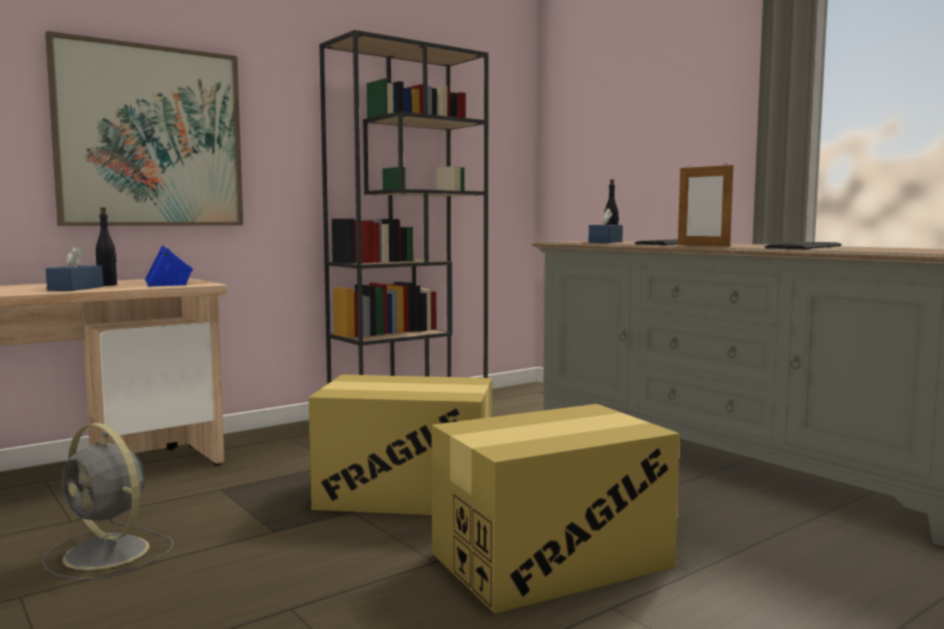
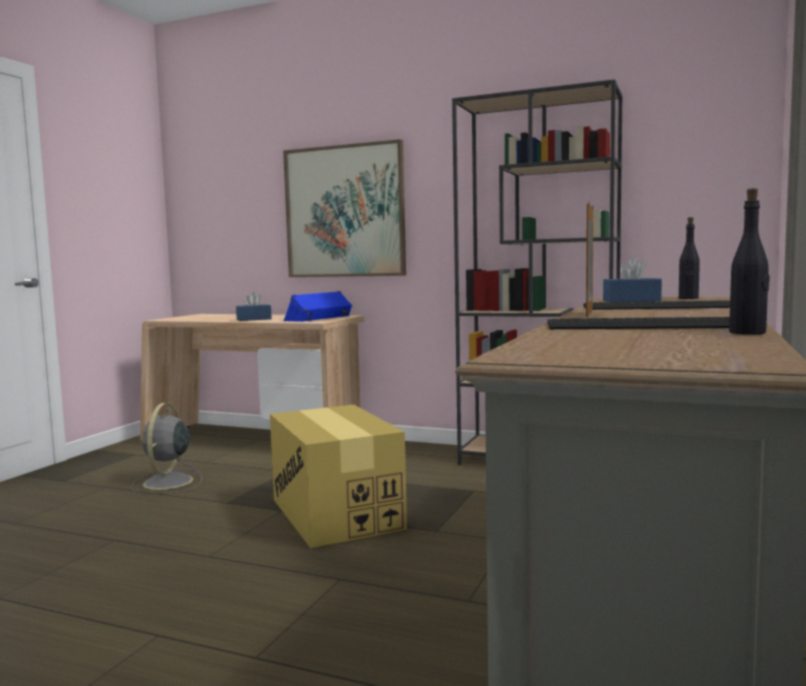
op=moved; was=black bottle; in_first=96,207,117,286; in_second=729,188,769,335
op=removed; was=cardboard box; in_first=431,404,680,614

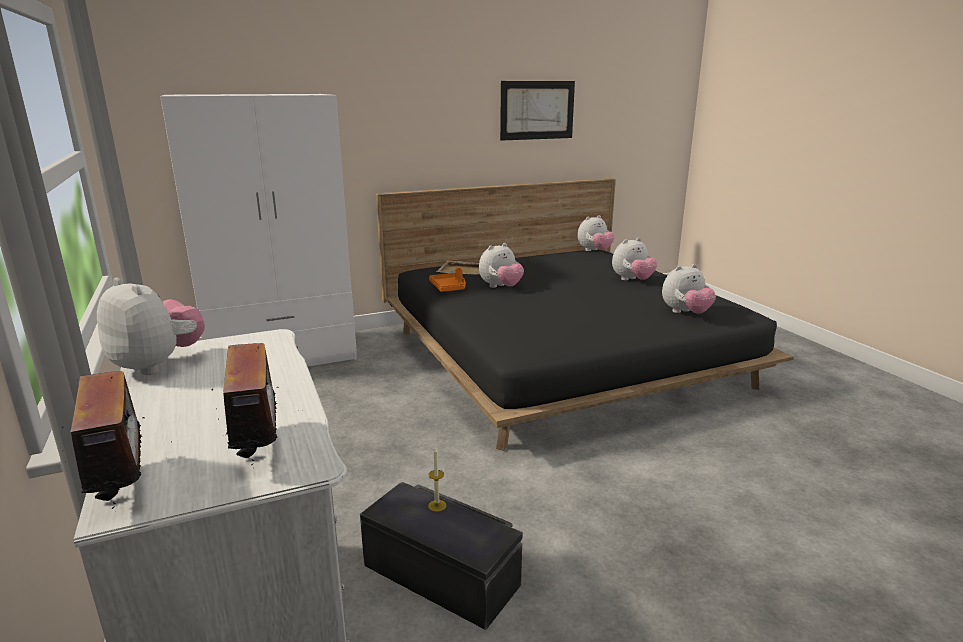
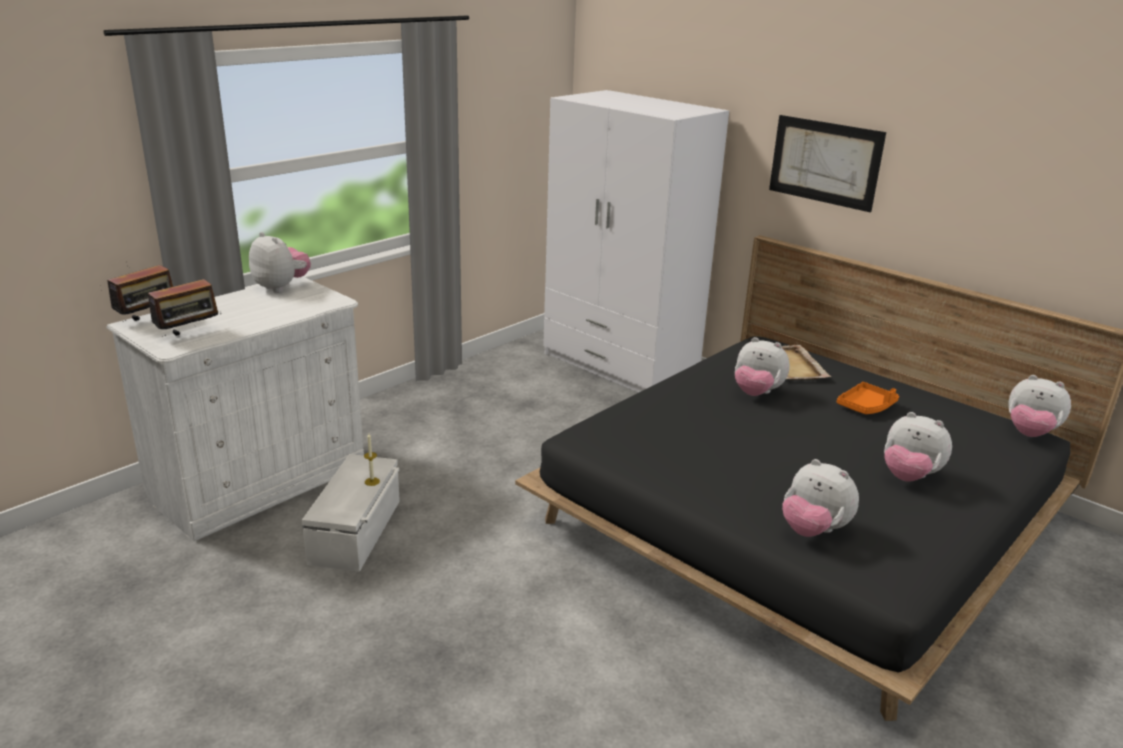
op=turned; was=plush toy; in_first=97,278,205,375; in_second=249,232,311,293; clockwise=-60
op=recoloured; was=black storage box; now=white storage box; in_first=360,482,523,630; in_second=302,454,400,572
op=moved; was=orange tray; in_first=429,268,466,292; in_second=837,382,899,414
op=moved; was=picture; in_first=500,81,575,141; in_second=769,115,886,212

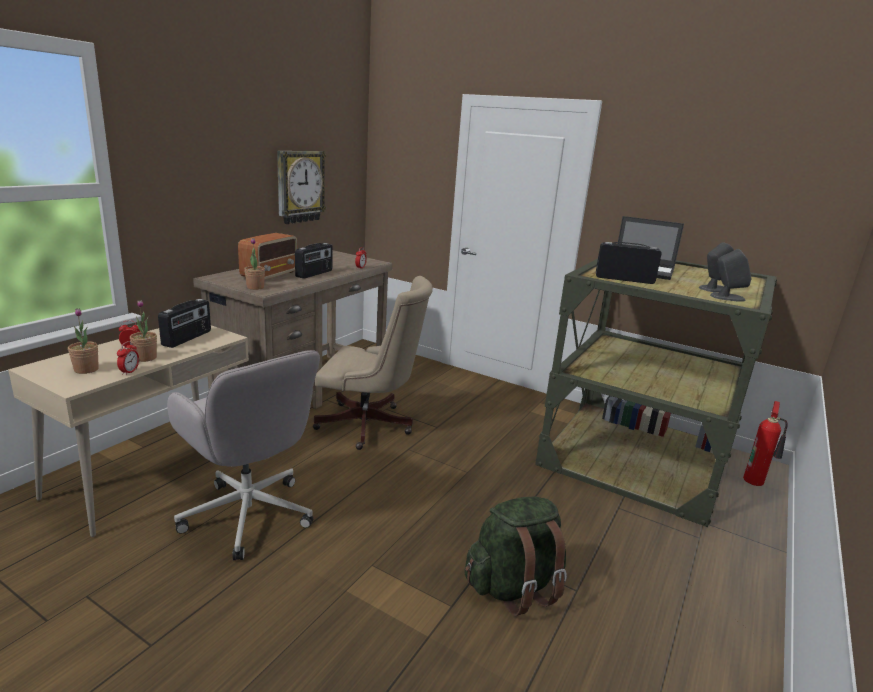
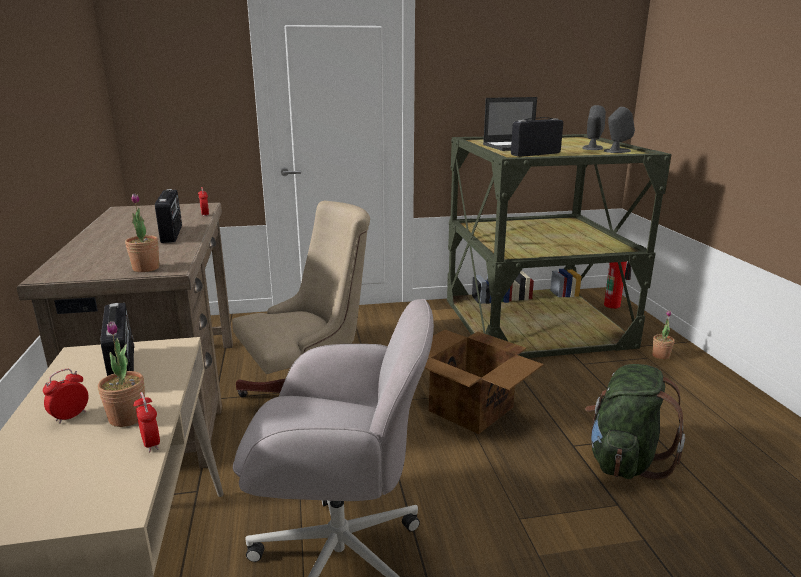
op=moved; was=potted plant; in_first=68,308,99,374; in_second=652,311,675,360
op=removed; was=radio; in_first=238,233,297,279
op=removed; was=wall clock; in_first=277,151,326,224
op=added; now=cardboard box; in_second=424,330,544,434

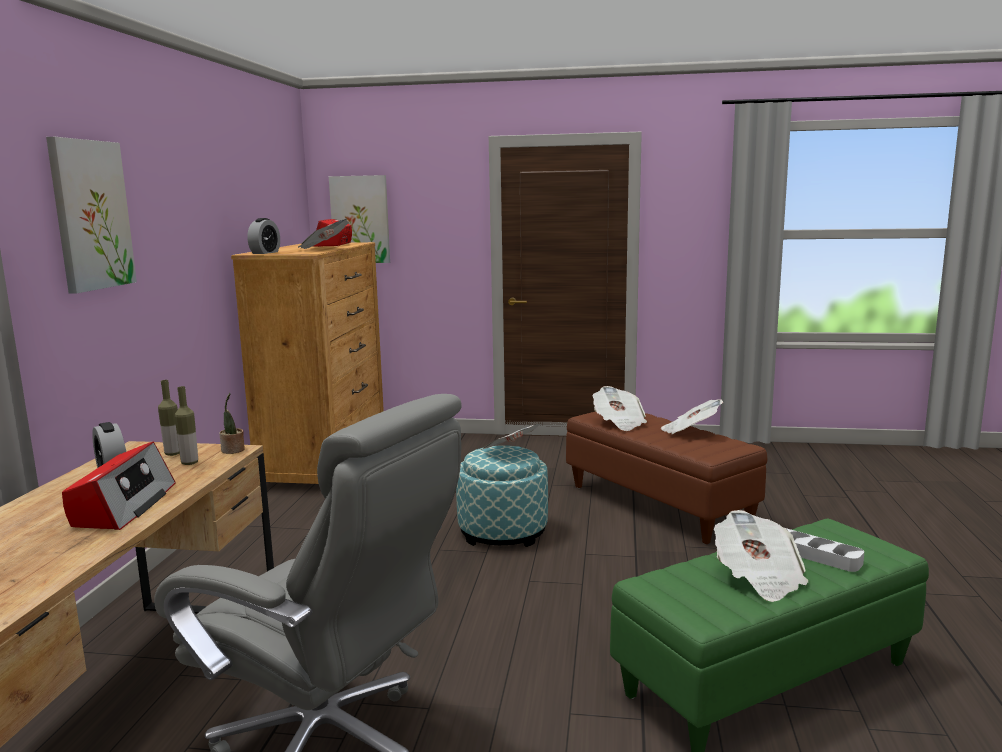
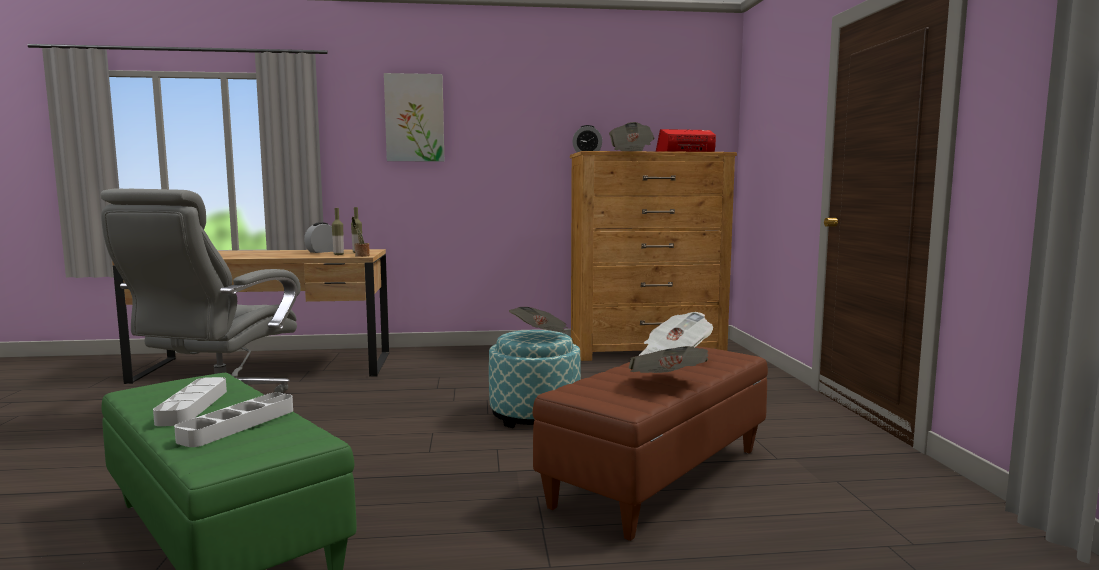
op=removed; was=radio; in_first=62,441,176,530
op=removed; was=picture; in_first=329,175,390,263
op=replaced; was=newspaper; now=grey tray; in_first=714,510,808,602; in_second=153,377,227,426

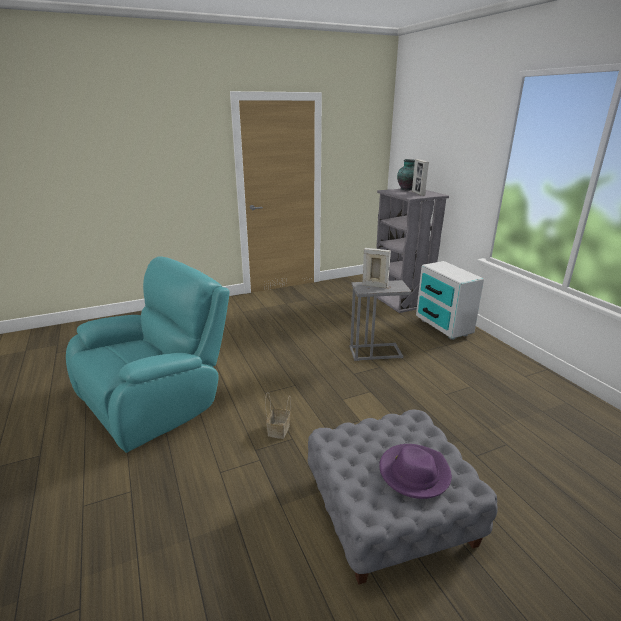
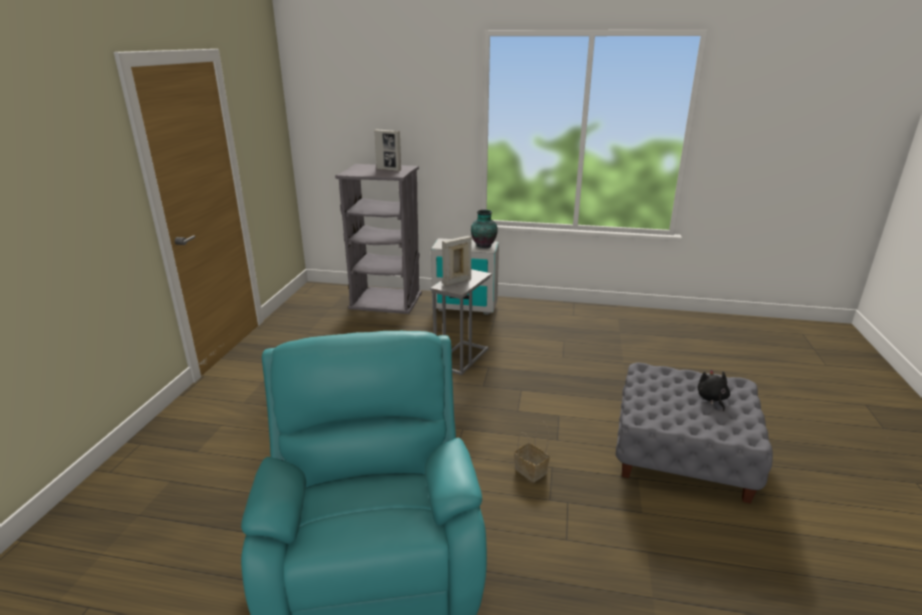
op=replaced; was=purple hat; now=black plush toy; in_first=379,444,452,499; in_second=698,370,730,411
op=moved; was=vase; in_first=397,159,415,191; in_second=471,210,498,248

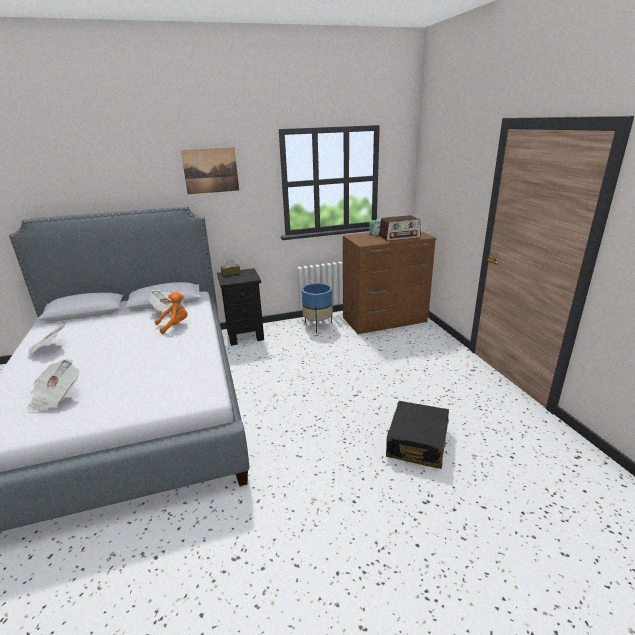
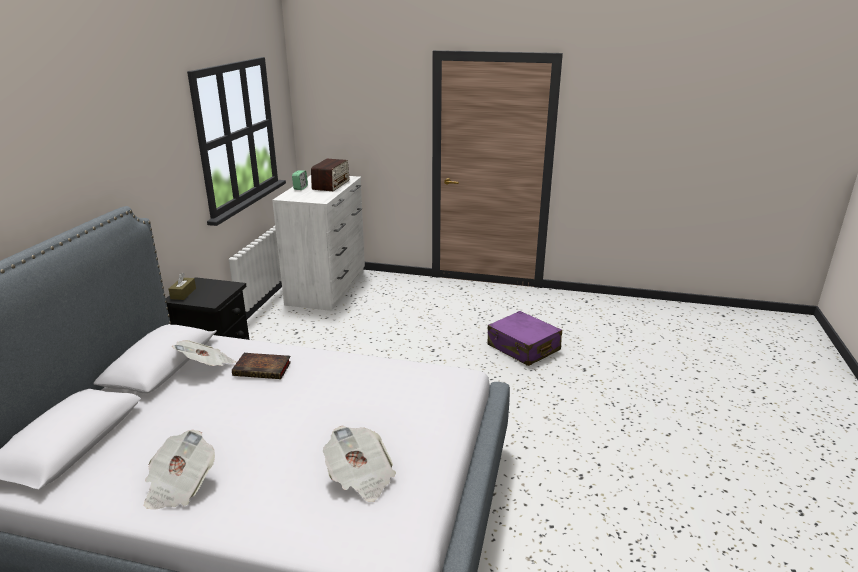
op=replaced; was=orange plush toy; now=book; in_first=155,292,187,334; in_second=232,353,291,379
op=removed; was=picture; in_first=181,147,239,194
op=removed; was=blue planter; in_first=301,283,333,333
op=recoloured; was=brown dresser; now=white dresser; in_first=343,231,436,334; in_second=272,175,365,311
op=recoloured; was=black suitcase; now=purple suitcase; in_first=386,401,449,469; in_second=488,311,562,366

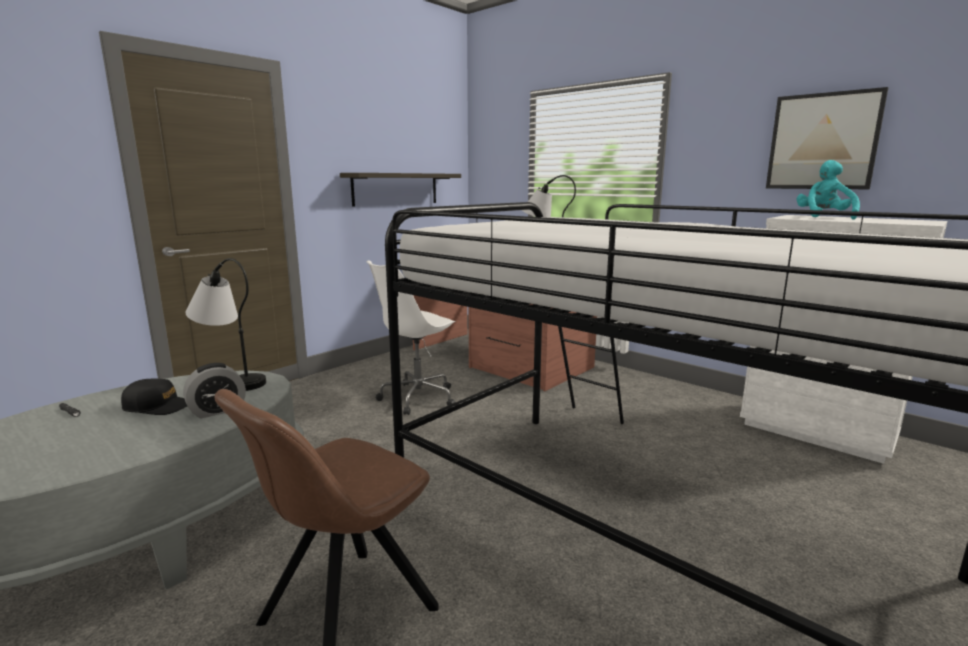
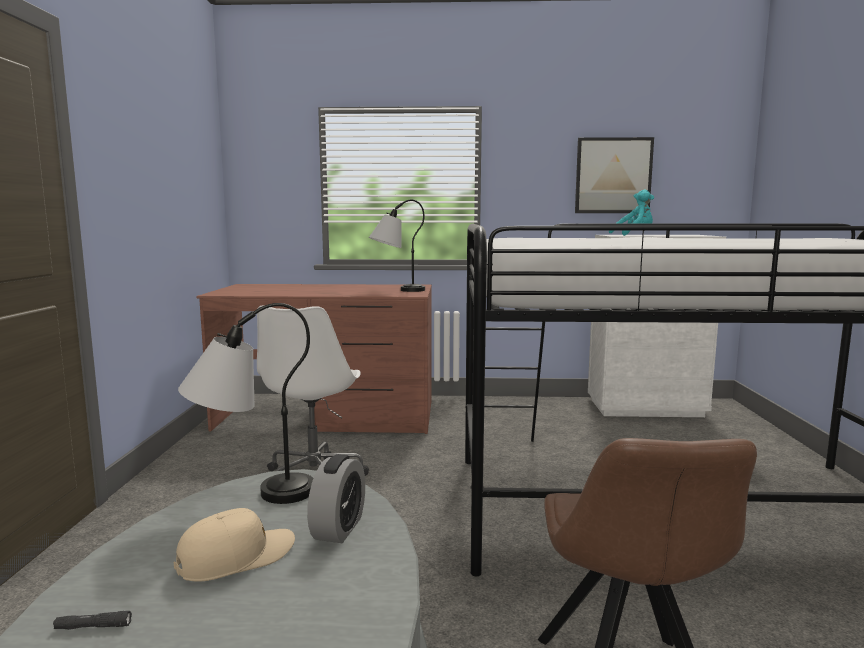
op=recoloured; was=black cap; now=beige cap; in_first=121,379,187,415; in_second=174,508,295,582
op=removed; was=shelf; in_first=340,173,461,206
op=turned; was=turquoise plush toy; in_first=797,160,860,220; in_second=609,190,654,236; clockwise=105

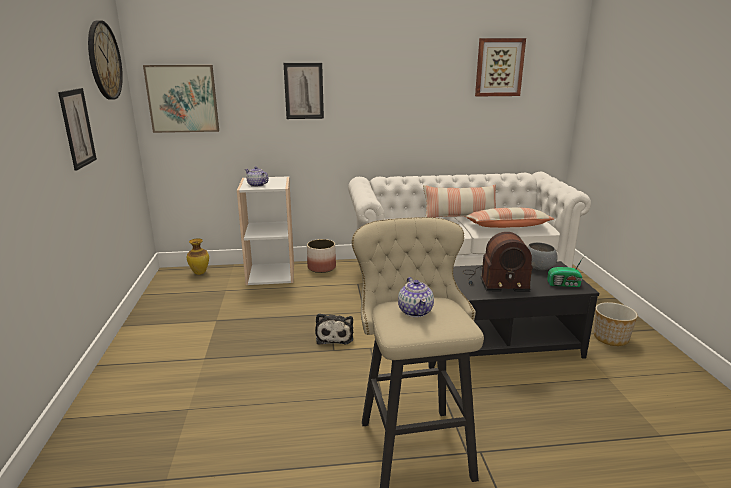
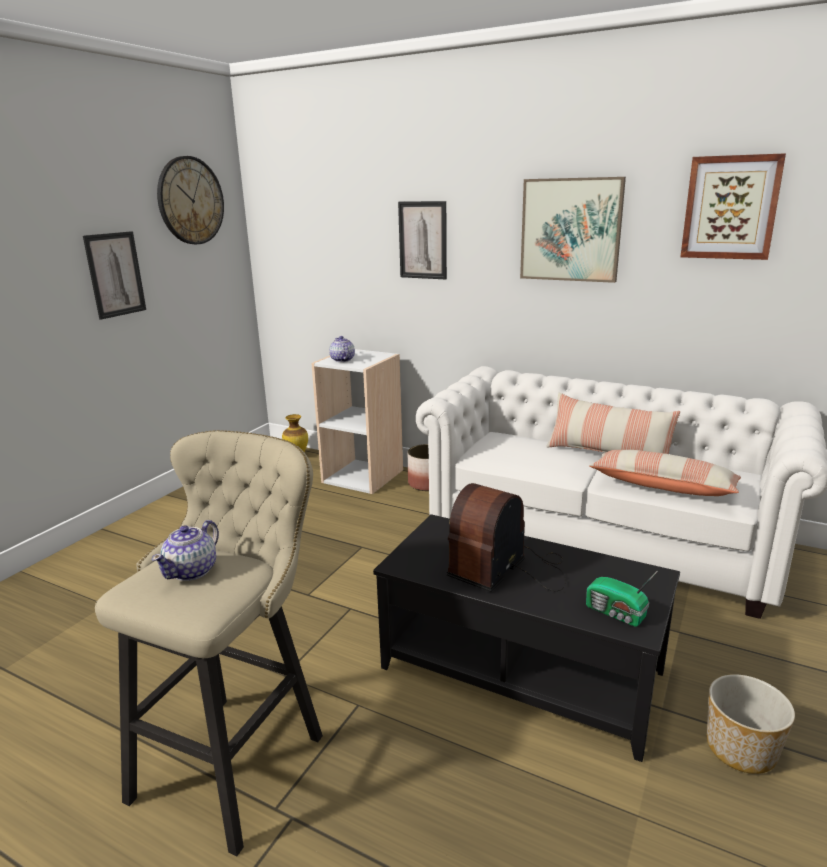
op=moved; was=picture; in_first=143,65,219,133; in_second=520,177,626,283
op=removed; was=plush toy; in_first=315,313,353,345
op=turned; was=radio; in_first=463,232,533,292; in_second=447,483,566,592; clockwise=90
op=removed; was=grey bowl; in_first=527,242,558,270

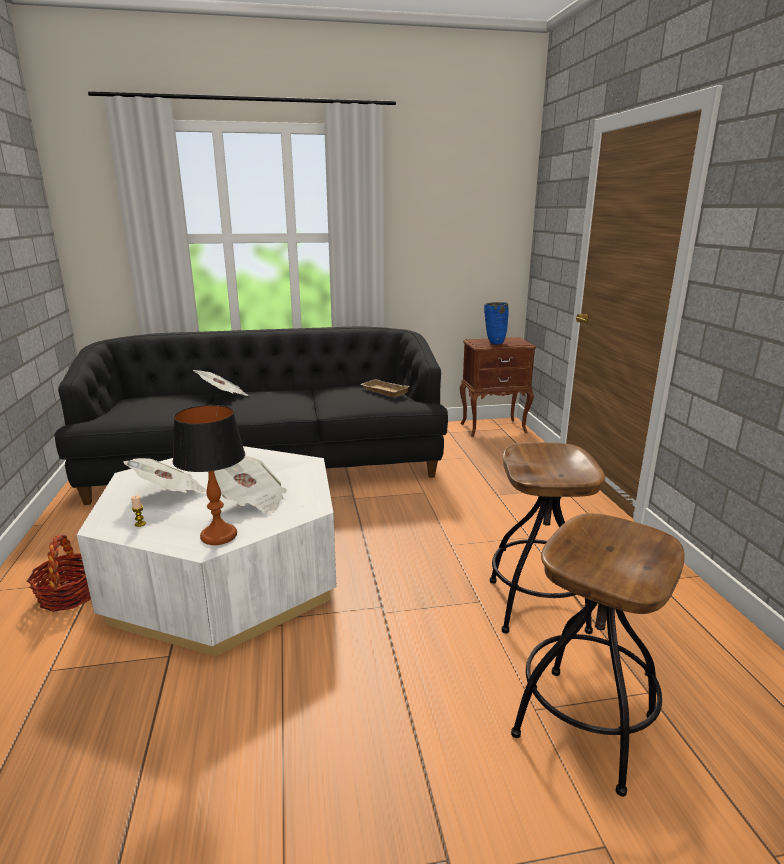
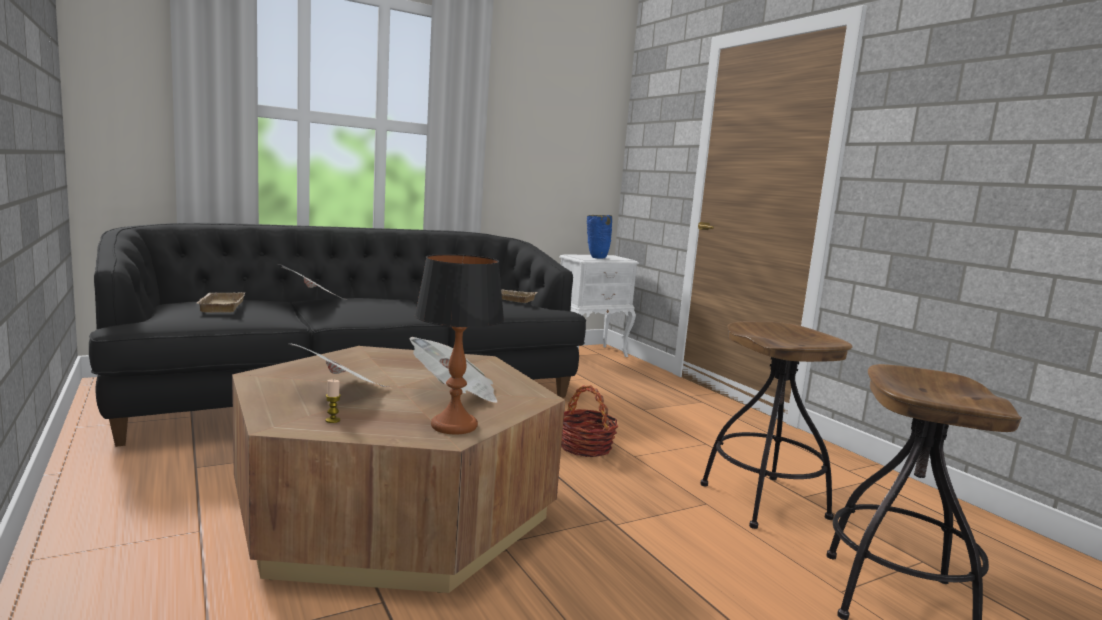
op=moved; was=basket; in_first=27,535,91,612; in_second=561,385,618,457
op=recoloured; was=white coffee table; now=brown coffee table; in_first=77,446,337,656; in_second=232,346,565,593
op=recoloured; was=brown nightstand; now=white nightstand; in_first=460,337,536,437; in_second=559,254,639,357
op=added; now=beige tray; in_second=195,292,245,313

